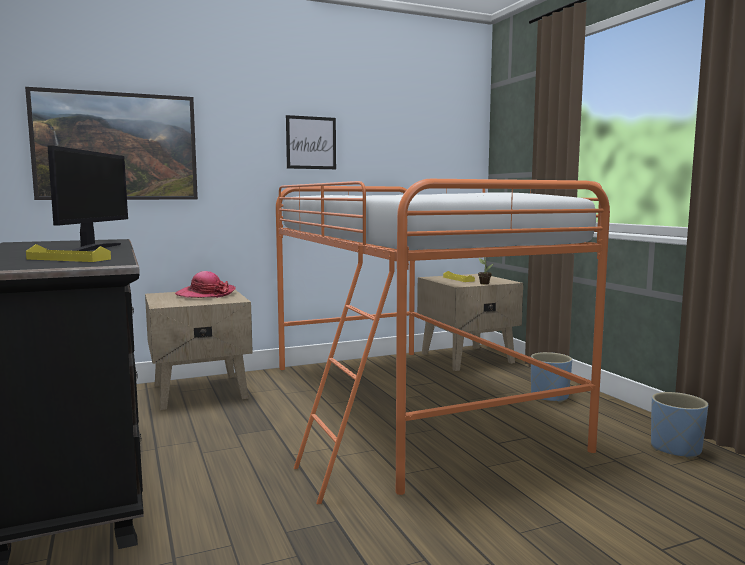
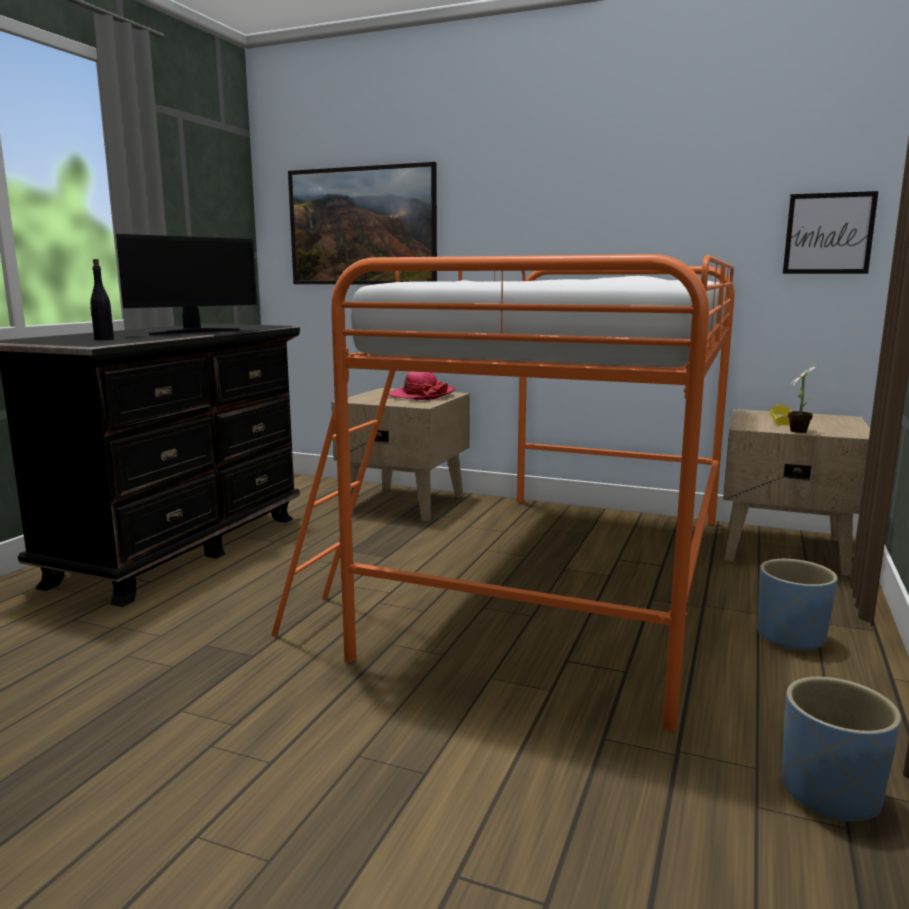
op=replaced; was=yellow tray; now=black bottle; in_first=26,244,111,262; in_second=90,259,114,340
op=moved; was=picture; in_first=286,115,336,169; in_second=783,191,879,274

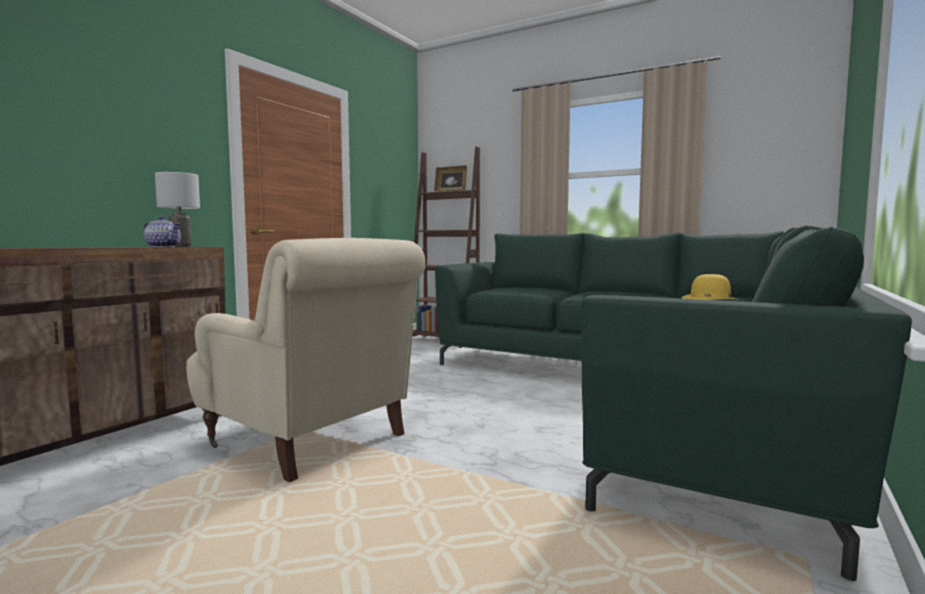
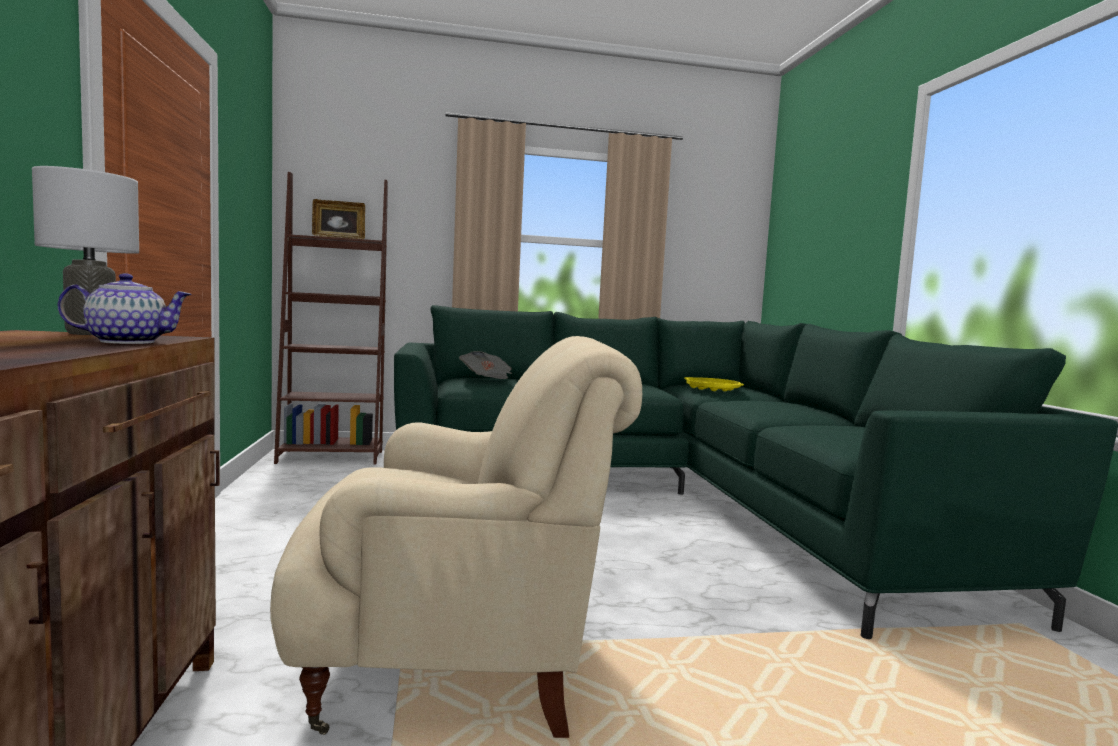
op=replaced; was=yellow hat; now=yellow tray; in_first=682,274,740,300; in_second=684,377,744,391
op=added; now=newspaper; in_second=459,351,512,379

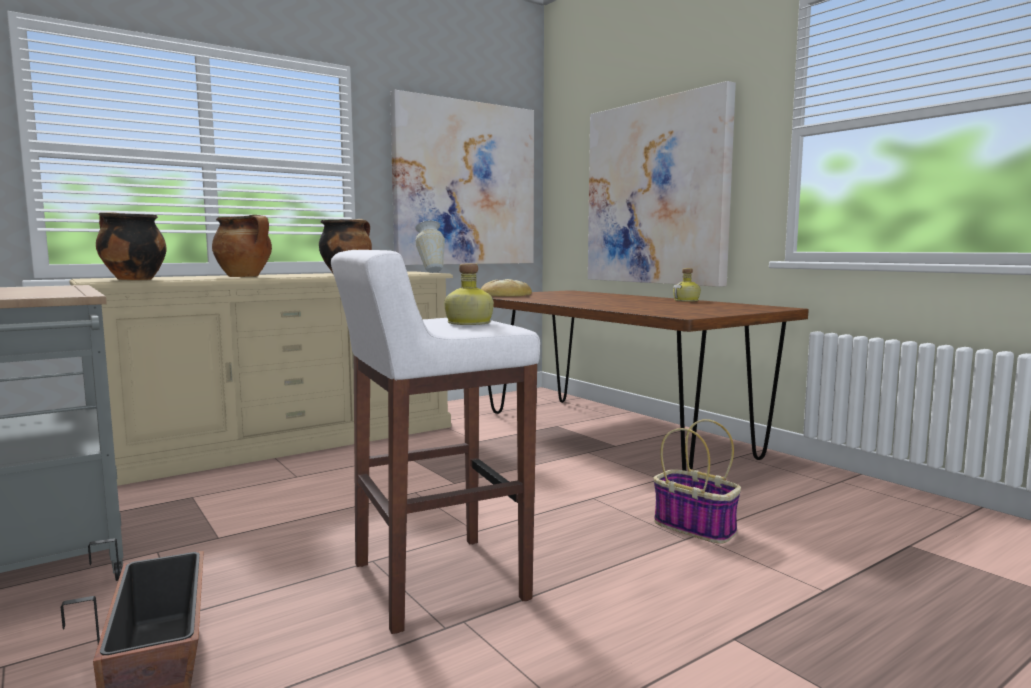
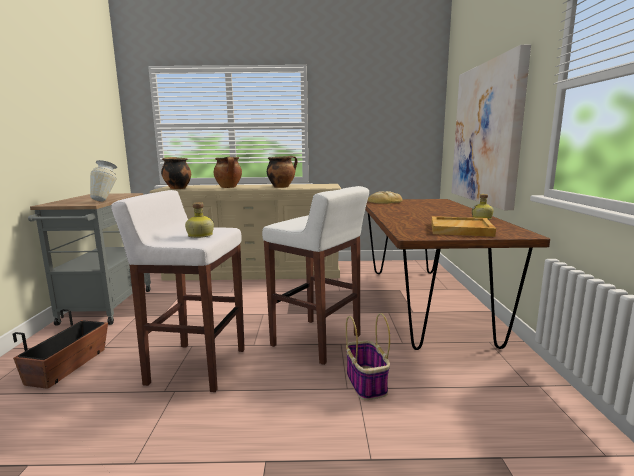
op=removed; was=picture; in_first=390,90,534,265
op=moved; was=vase; in_first=415,220,445,273; in_second=90,160,117,201
op=added; now=white stool; in_second=262,186,369,365
op=added; now=beige tray; in_second=431,216,496,237

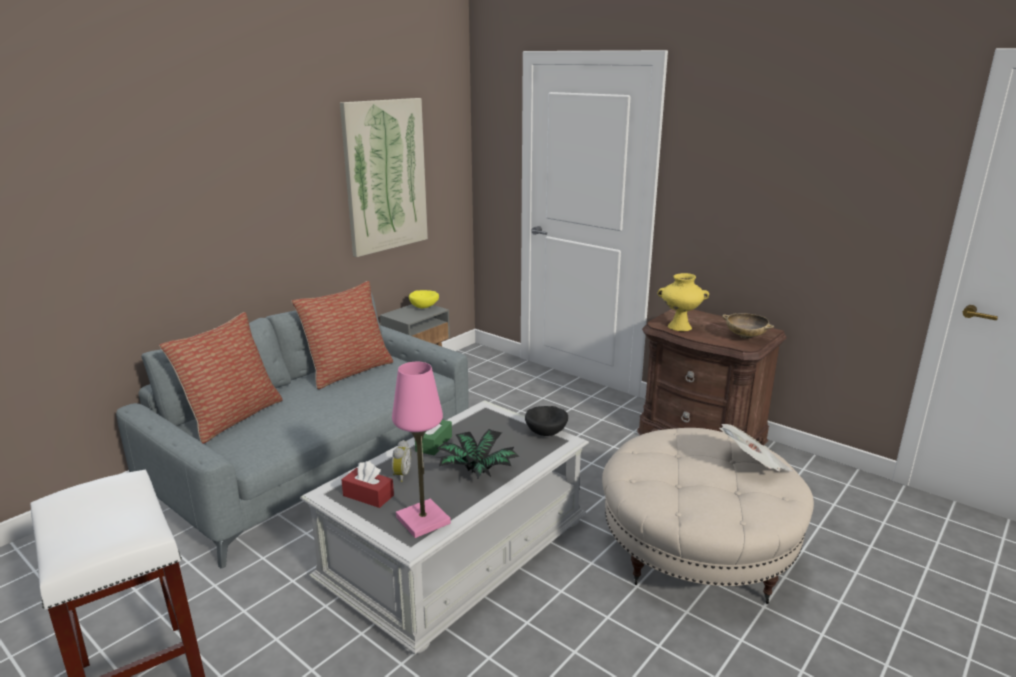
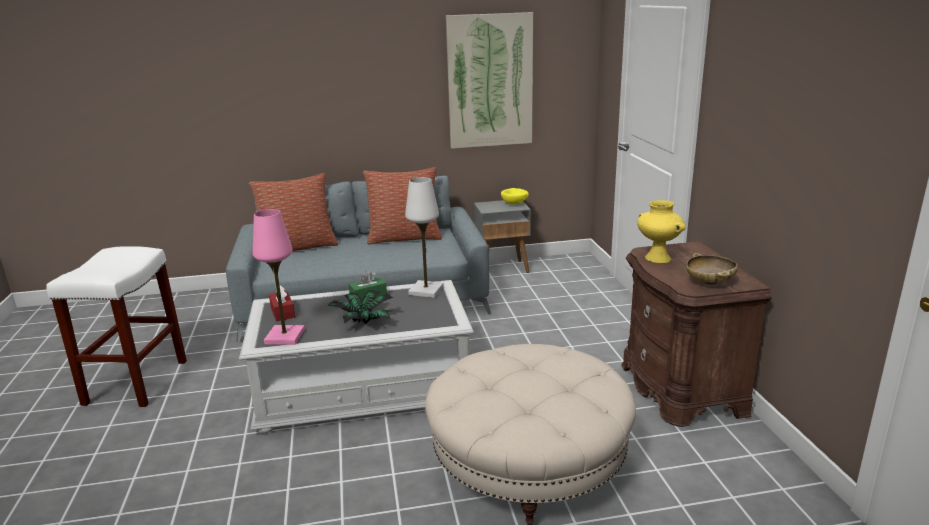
op=removed; was=alarm clock; in_first=392,440,411,482
op=removed; was=black bowl; in_first=525,406,568,436
op=removed; was=newspaper; in_first=719,424,794,472
op=added; now=white table lamp; in_second=405,177,444,298

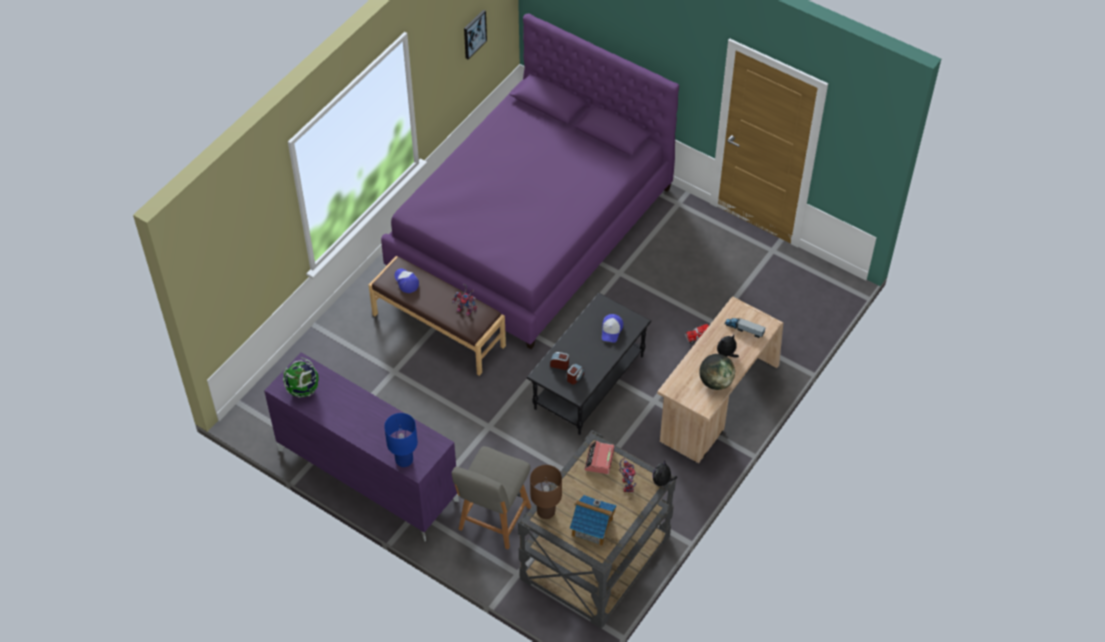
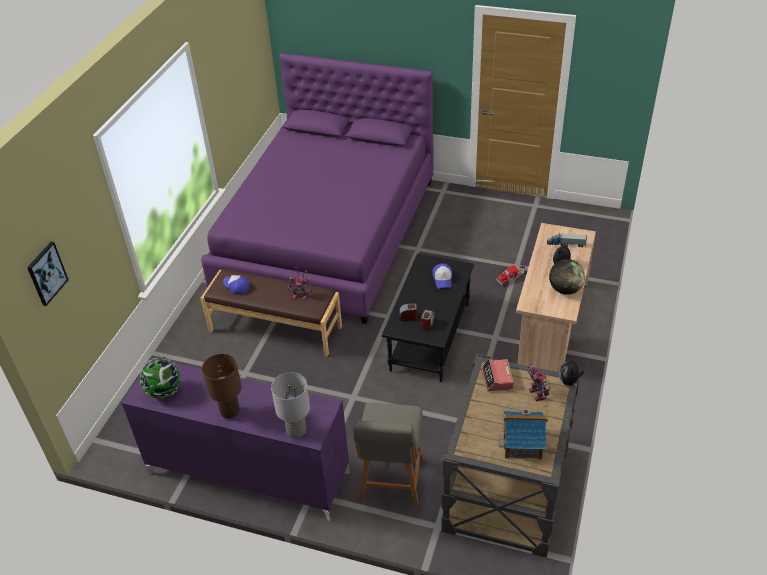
op=recoloured; was=blue table lamp; now=grey table lamp; in_first=384,413,418,467; in_second=271,372,310,438
op=moved; was=picture; in_first=464,10,487,59; in_second=27,242,69,306
op=moved; was=brown table lamp; in_first=530,465,562,519; in_second=202,354,242,418

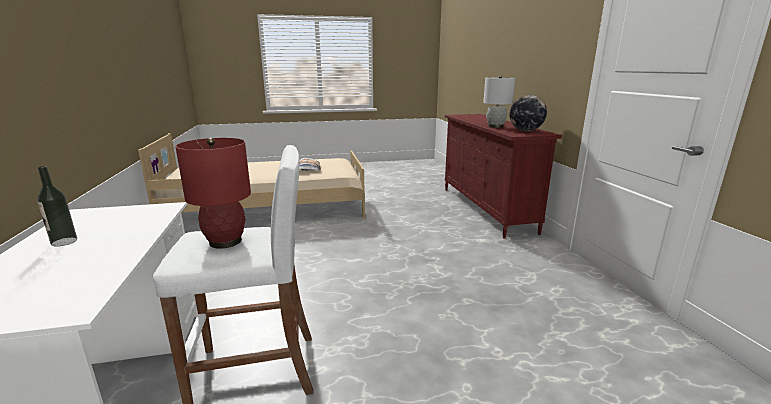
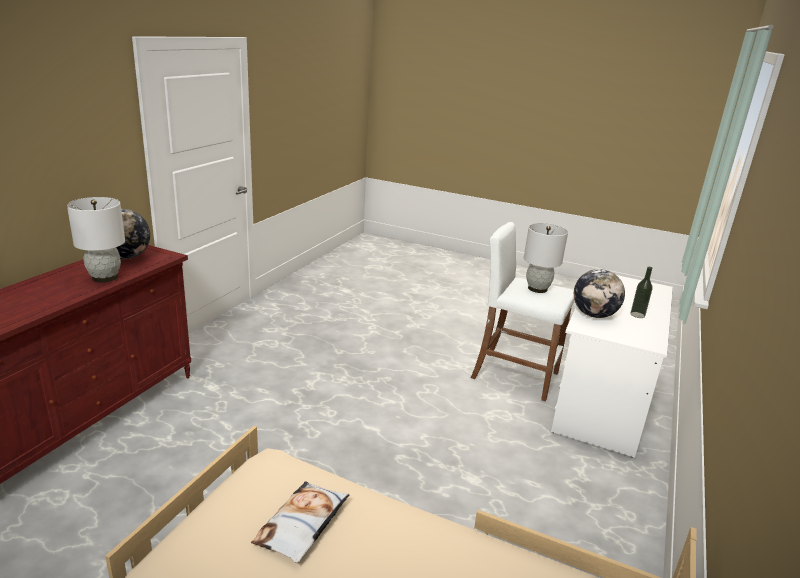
op=recoloured; was=red table lamp; now=white table lamp; in_first=175,138,251,249; in_second=524,223,568,293
op=added; now=globe; in_second=574,269,625,318

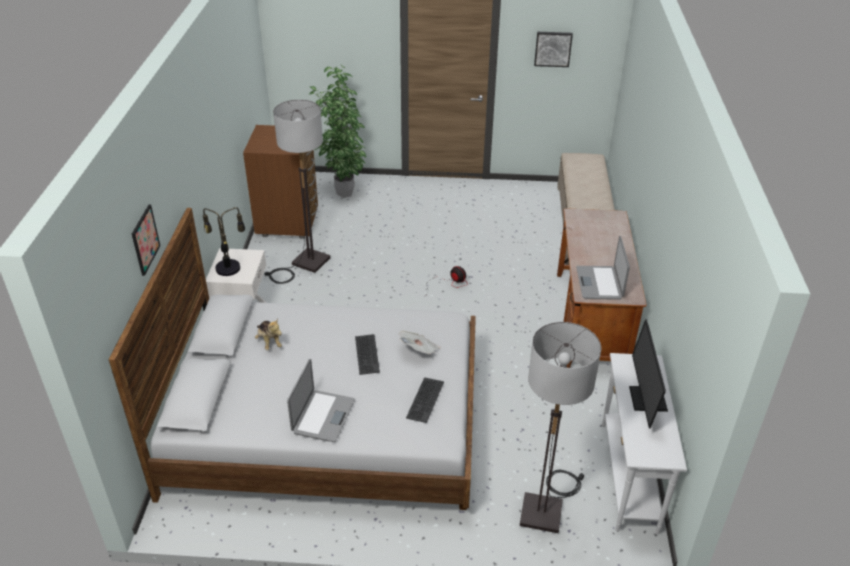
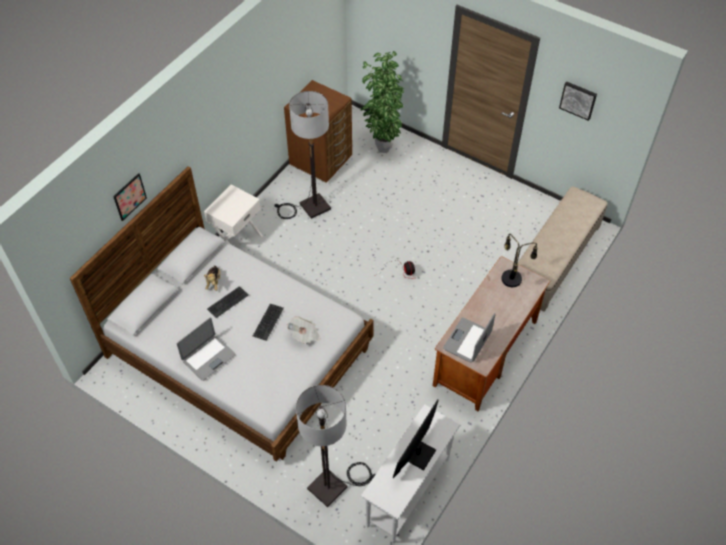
op=moved; was=table lamp; in_first=203,207,245,276; in_second=501,234,538,287
op=moved; was=keyboard; in_first=406,377,444,423; in_second=207,286,248,318

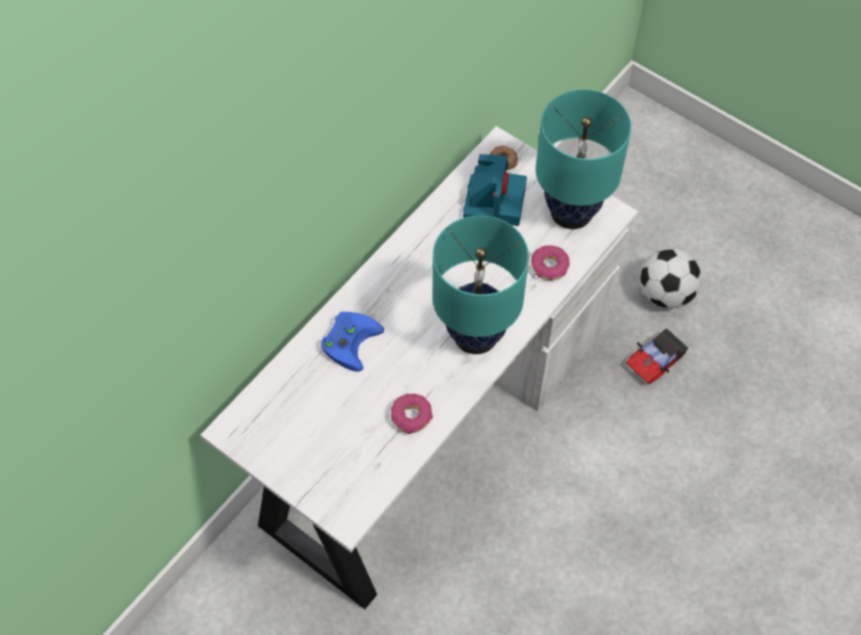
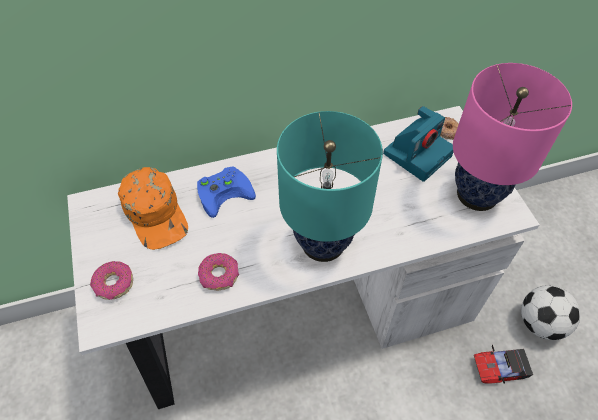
op=moved; was=donut; in_first=531,245,570,281; in_second=90,261,133,300
op=recoloured; was=turquoise table lamp; now=pink table lamp; in_first=536,89,631,229; in_second=453,63,572,211
op=added; now=orange cap; in_second=118,167,188,250

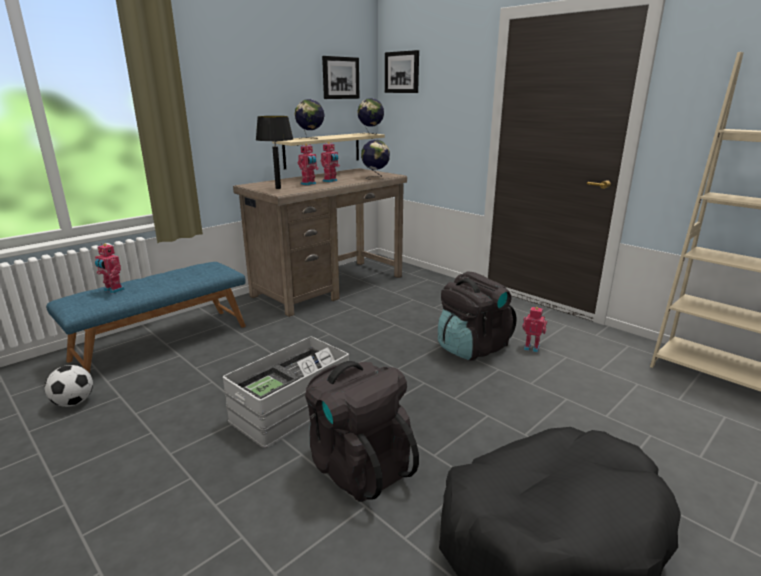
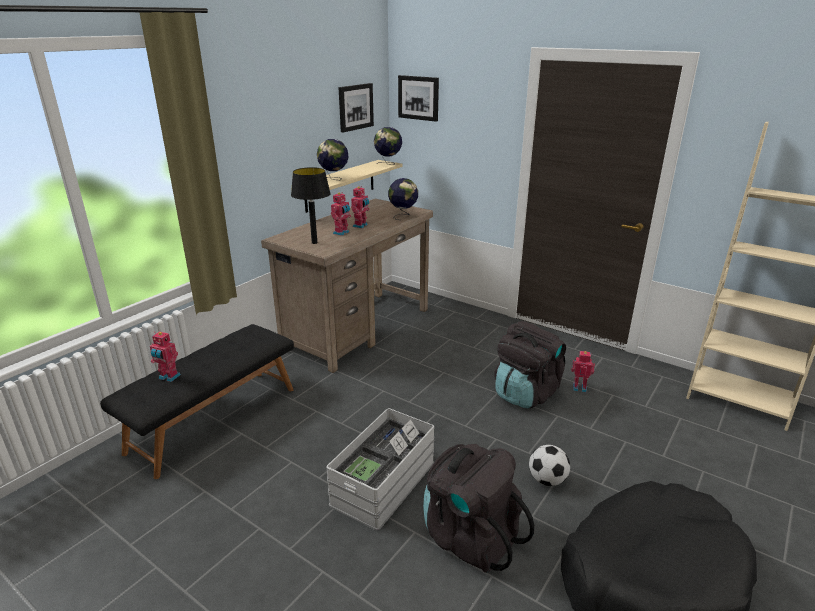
op=moved; was=football; in_first=45,365,93,407; in_second=529,445,570,486
op=recoloured; was=blue bench; now=black bench; in_first=46,262,246,373; in_second=100,324,294,479

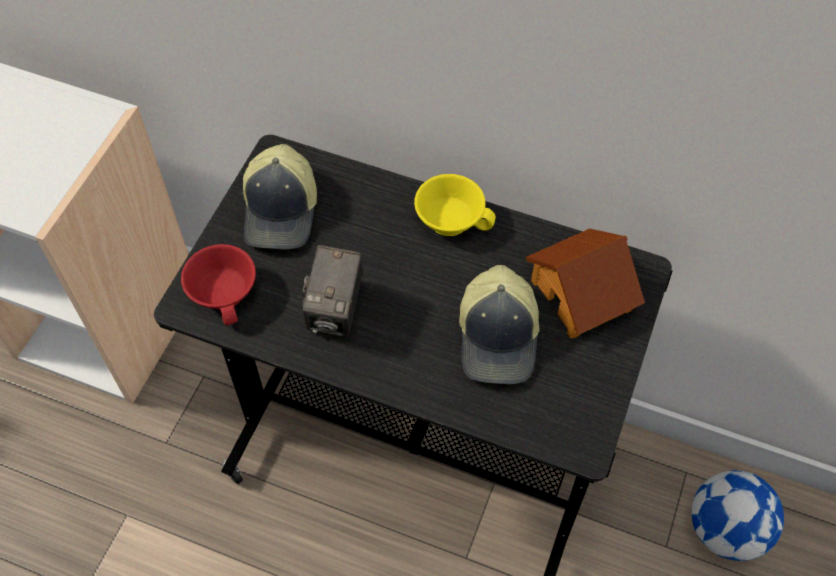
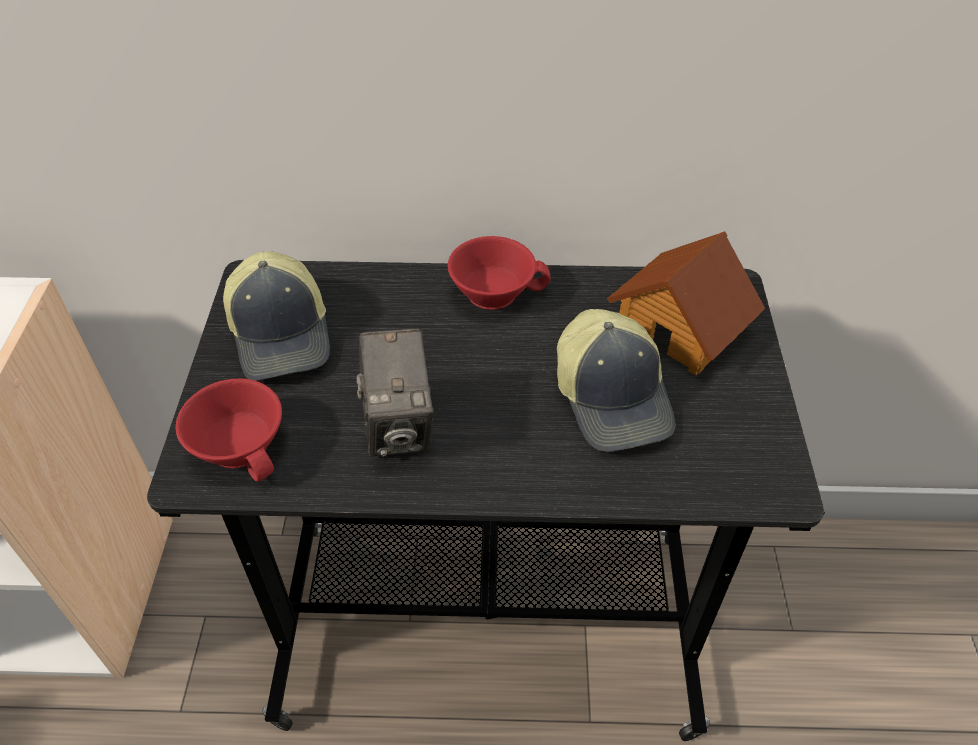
op=recoloured; was=yellow cup; now=red cup; in_first=414,174,496,236; in_second=448,236,550,310
op=removed; was=football; in_first=691,470,784,561

